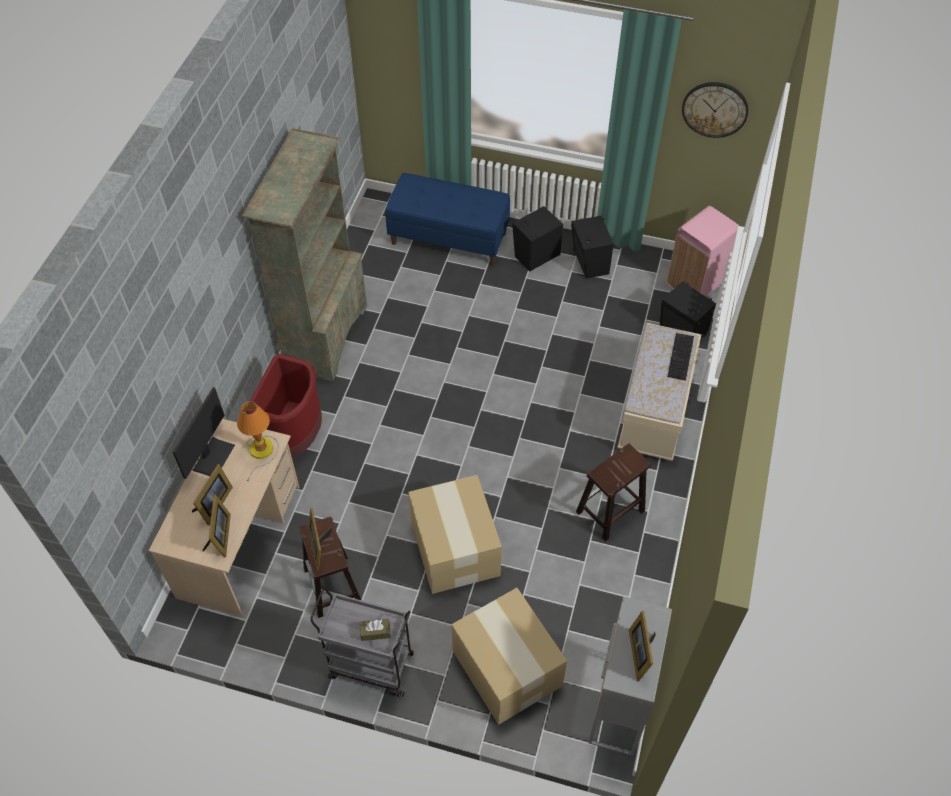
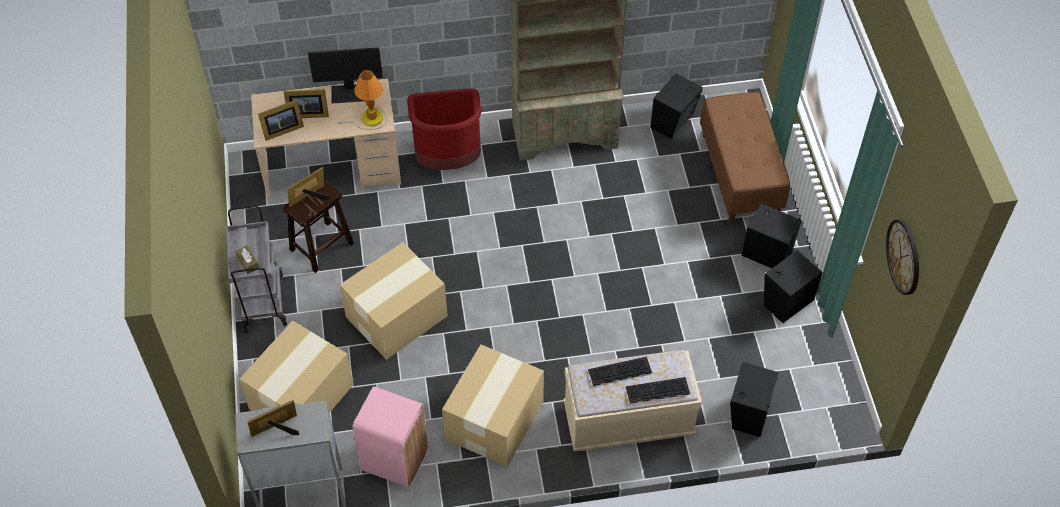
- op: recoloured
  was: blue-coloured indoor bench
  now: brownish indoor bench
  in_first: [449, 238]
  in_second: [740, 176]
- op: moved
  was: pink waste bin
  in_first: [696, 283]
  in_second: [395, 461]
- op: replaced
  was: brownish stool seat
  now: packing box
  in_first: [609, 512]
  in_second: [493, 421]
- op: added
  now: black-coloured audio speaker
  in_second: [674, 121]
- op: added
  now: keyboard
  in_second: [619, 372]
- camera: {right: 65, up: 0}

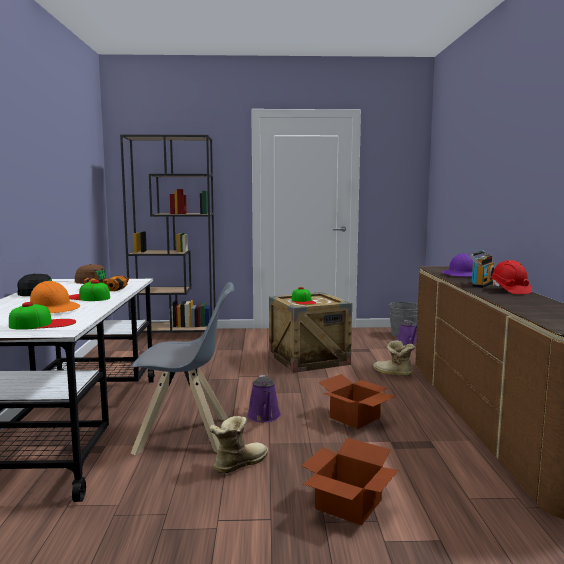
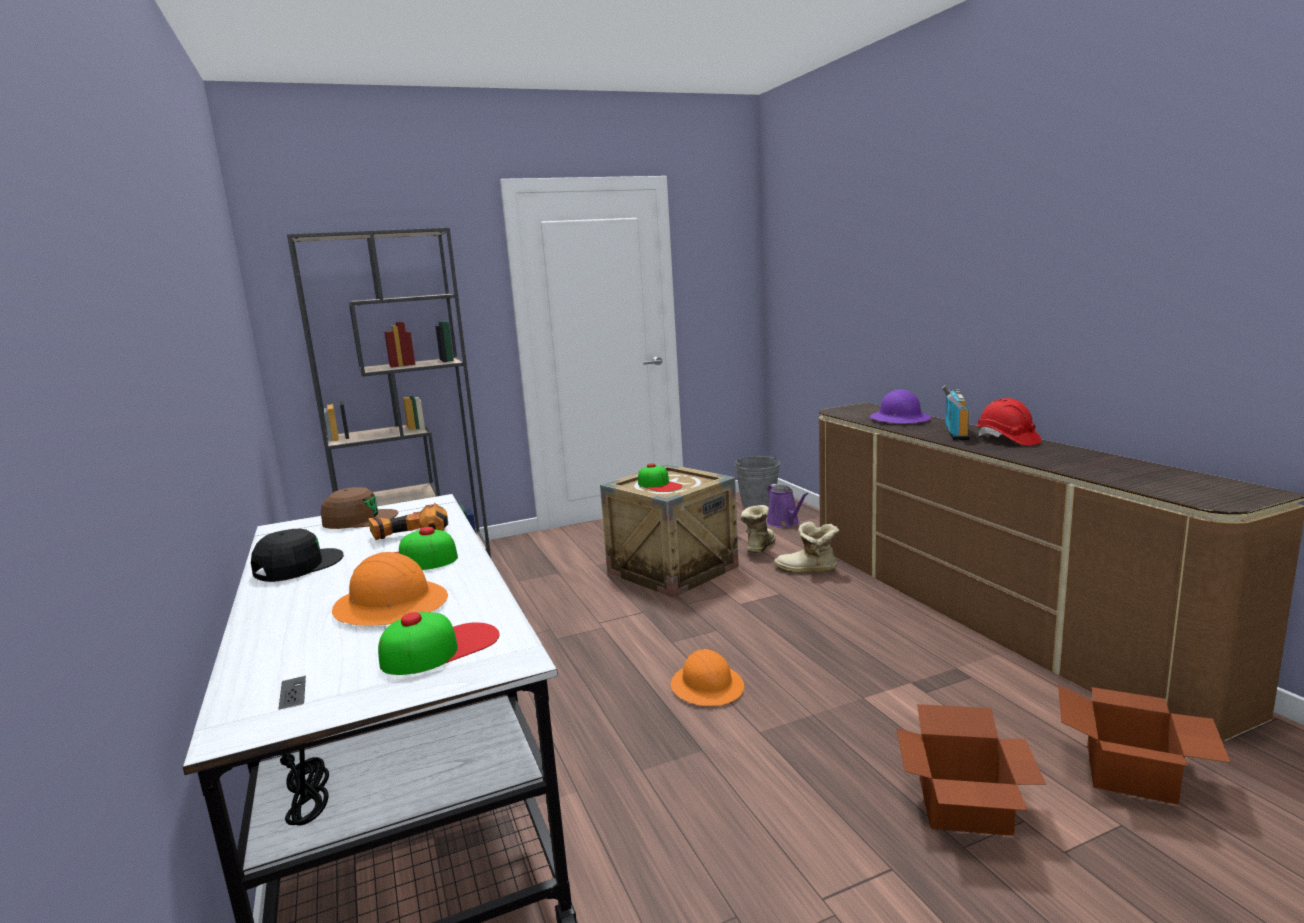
- op: removed
  was: grey plain chair
  in_first: [186, 435]
- op: moved
  was: packing box
  in_first: [355, 418]
  in_second: [1133, 774]
- op: replaced
  was: purple-coloured sprinkling can
  now: orange-coloured work helmet
  in_first: [264, 417]
  in_second: [707, 687]
- op: moved
  was: boot
  in_first: [238, 464]
  in_second: [758, 547]
- camera: {right: -20, up: 5}

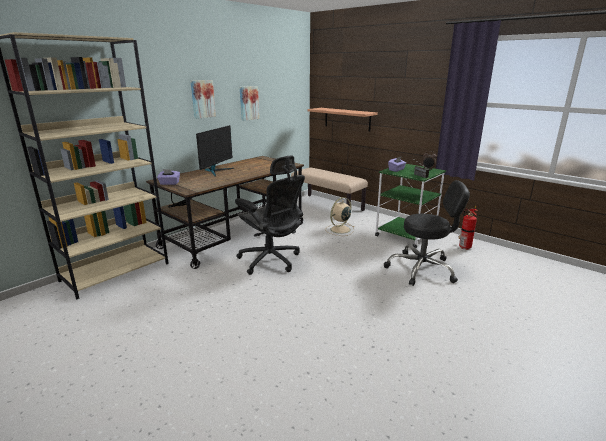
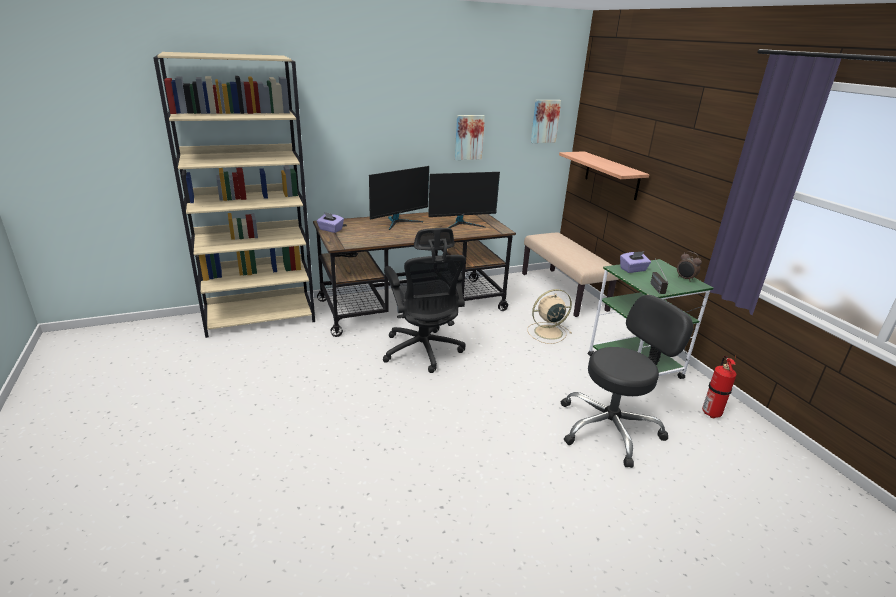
- op: moved
  was: wall art
  in_first: [202, 99]
  in_second: [544, 121]
- op: turned
  was: black-coloured office chair
  in_first: [424, 269]
  in_second: [612, 427]
  clockwise: -60
- op: added
  now: computer display
  in_second: [461, 224]
- camera: {right: 25, up: 5}

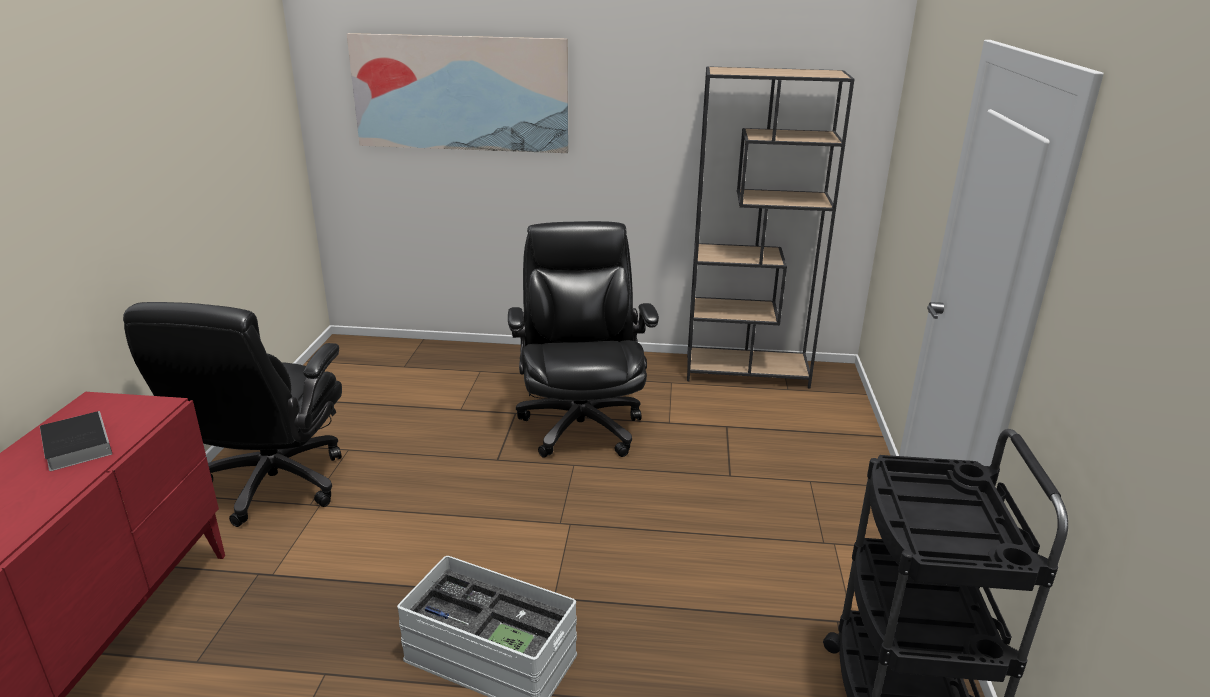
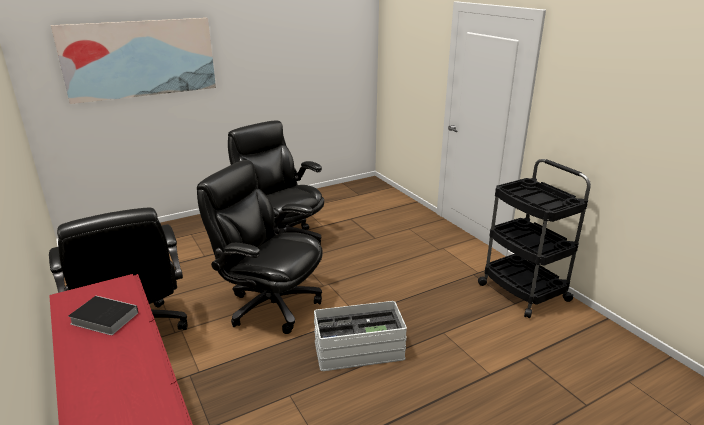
- op: removed
  was: bookcase
  in_first: [747, 371]
- op: added
  now: black-coloured office chair
  in_second: [270, 305]
- camera: {right: -35, up: 0}

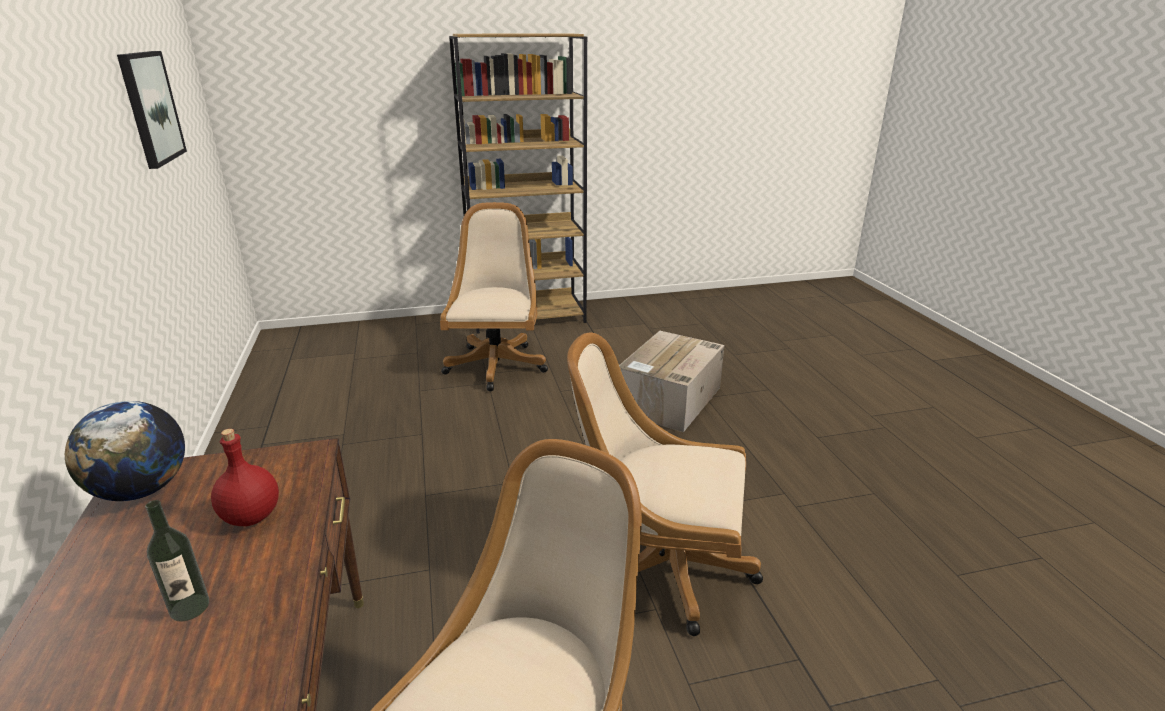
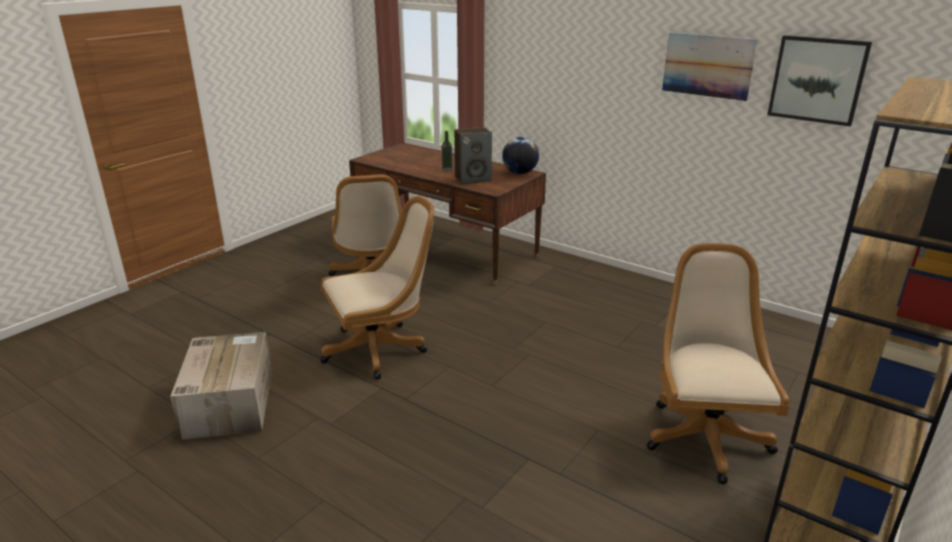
- op: turned
  was: office chair
  in_first: [496, 362]
  in_second: [703, 432]
  clockwise: -135
- op: moved
  was: packing box
  in_first: [669, 400]
  in_second: [229, 402]
- op: replaced
  was: red-coloured drink bottle
  now: audio speaker
  in_first: [250, 517]
  in_second: [473, 179]
- op: added
  now: wall art
  in_second: [707, 66]
- camera: {right: 140, up: 0}

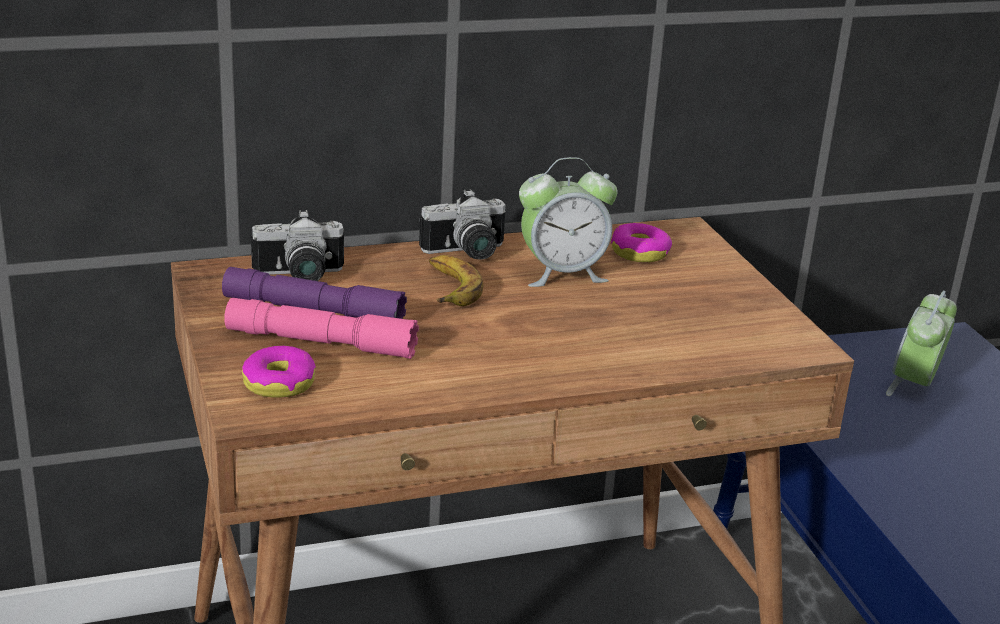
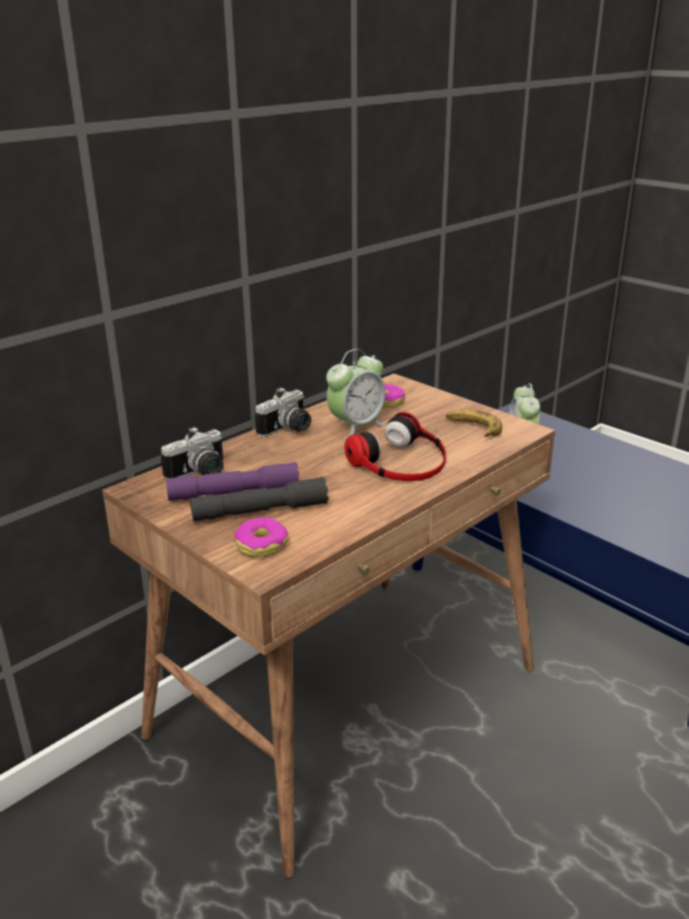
- op: moved
  was: banana
  in_first: [450, 288]
  in_second: [473, 428]
- op: recoloured
  was: pink torch
  now: grey torch
  in_first: [321, 343]
  in_second: [260, 511]
- op: added
  now: headset
  in_second: [401, 461]
- camera: {right: -25, up: 0}

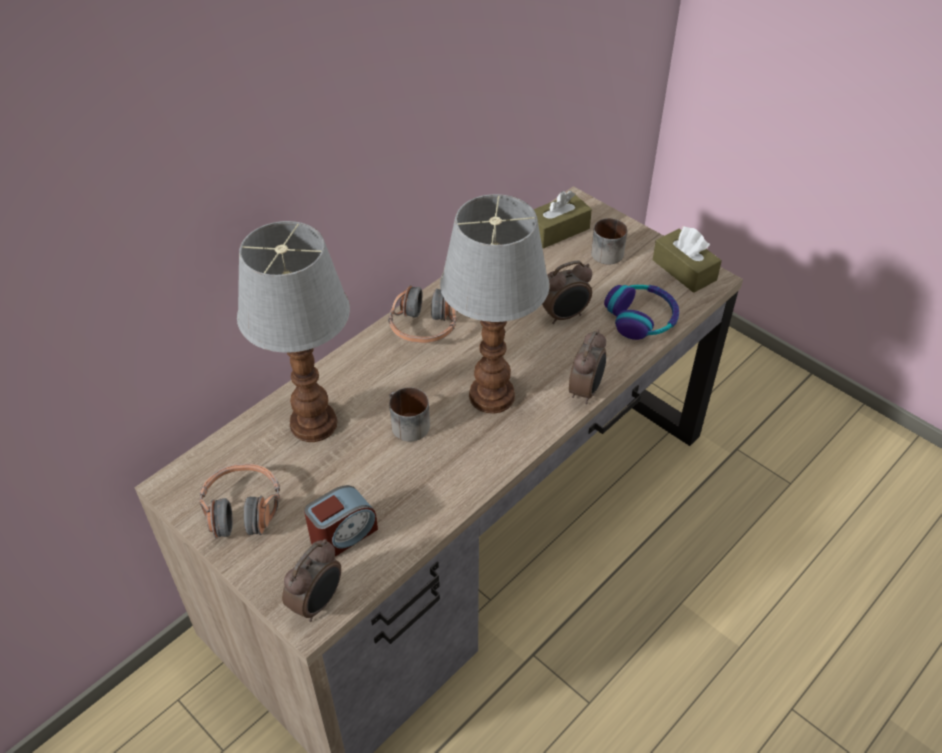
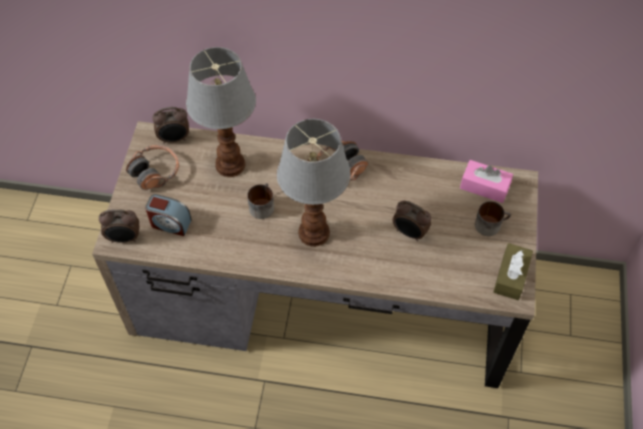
- op: recoloured
  was: brownish tissue holder
  now: pink tissue holder
  in_first: [557, 230]
  in_second: [484, 186]
- op: removed
  was: headset
  in_first: [641, 318]
- op: moved
  was: alarm clock
  in_first: [586, 390]
  in_second: [174, 139]
- camera: {right: 55, up: 10}

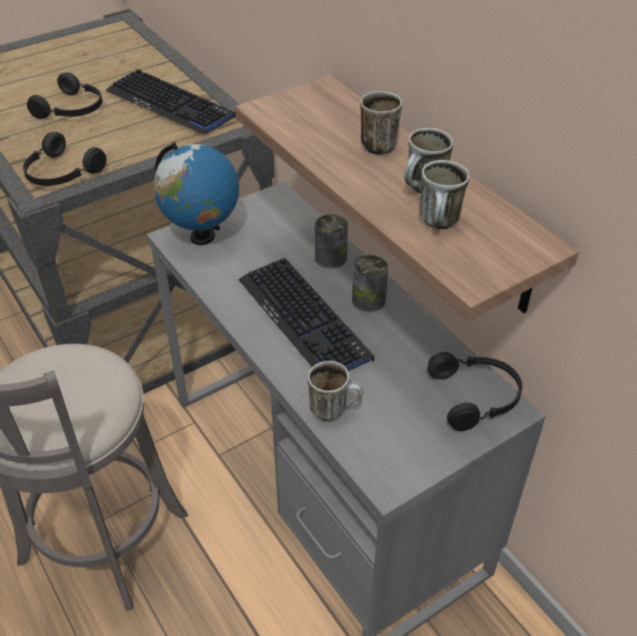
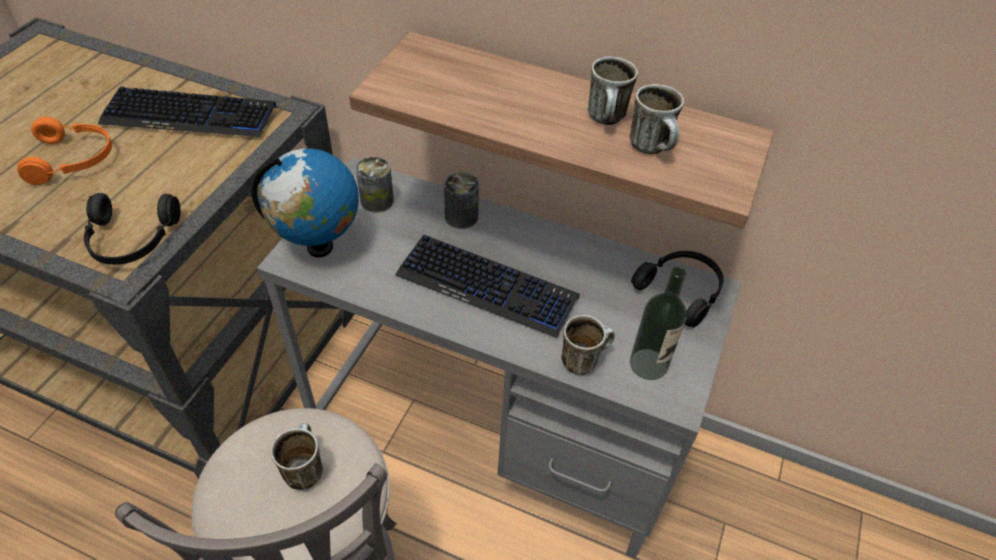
- op: recoloured
  was: black-coloured headset
  now: orange-coloured headset
  in_first: [73, 109]
  in_second: [74, 159]
- op: moved
  was: mug
  in_first: [380, 143]
  in_second: [303, 468]
- op: moved
  was: sealed can
  in_first: [368, 300]
  in_second: [377, 201]
- op: added
  now: drink bottle
  in_second: [648, 364]
- camera: {right: -35, up: 5}

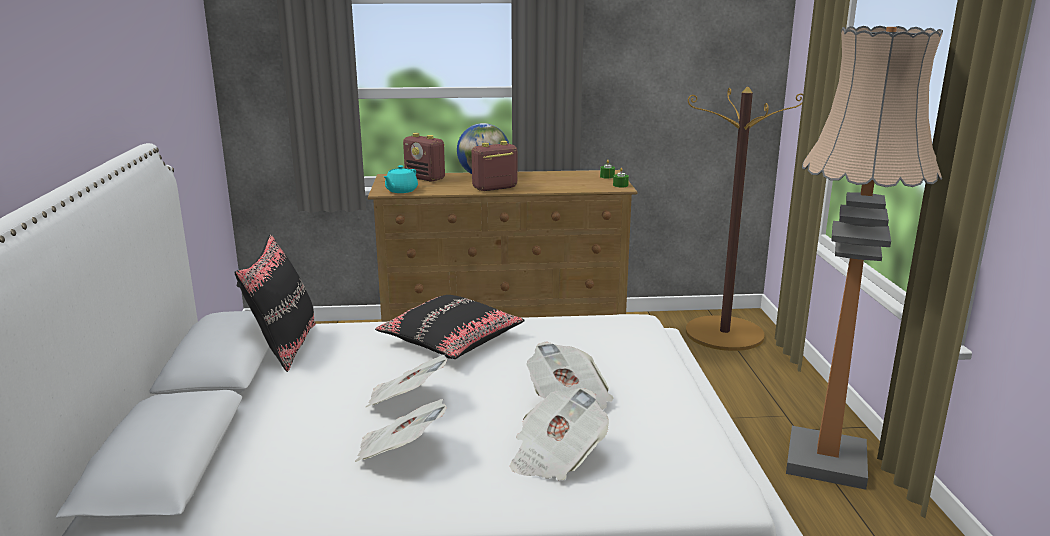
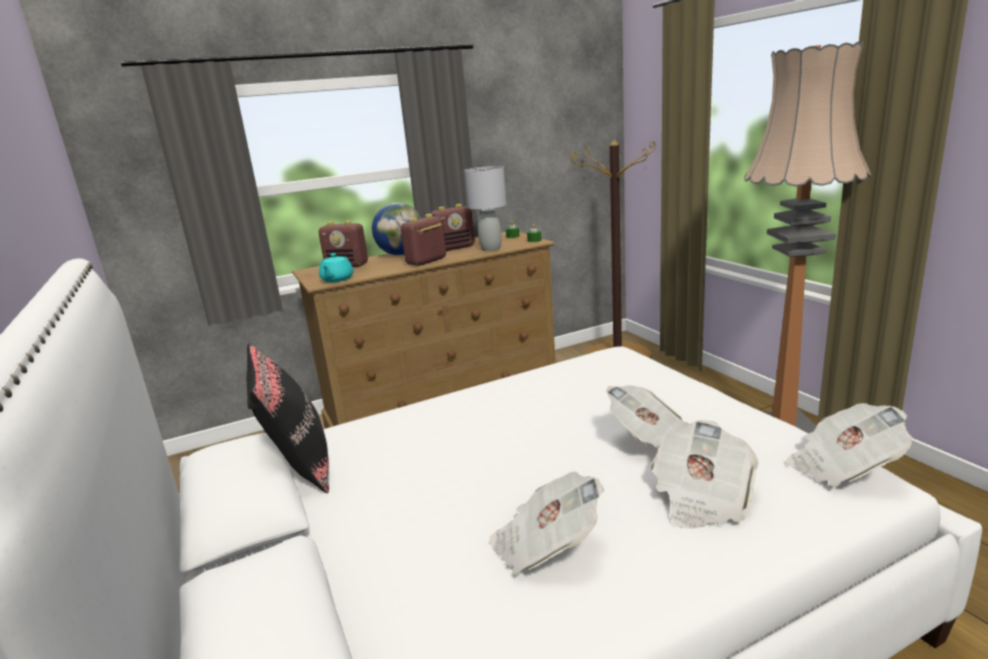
- op: removed
  was: black-coloured cushion
  in_first: [451, 340]
- op: moved
  was: daily paper
  in_first: [406, 401]
  in_second: [843, 466]
- op: added
  now: grey tabletop lamp
  in_second: [491, 249]
- op: added
  now: radio receiver
  in_second: [455, 247]
- camera: {right: -20, up: 0}

